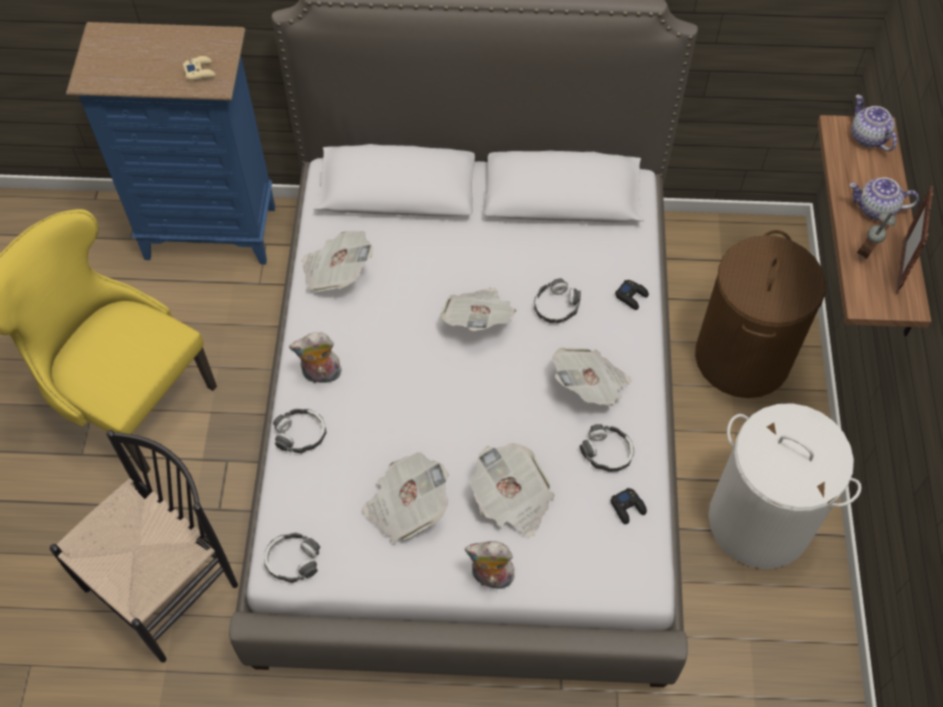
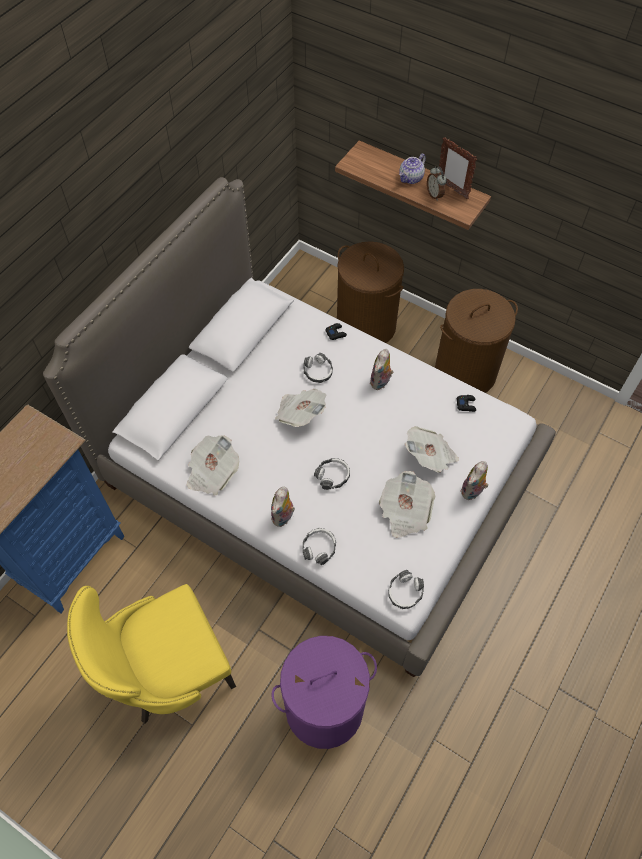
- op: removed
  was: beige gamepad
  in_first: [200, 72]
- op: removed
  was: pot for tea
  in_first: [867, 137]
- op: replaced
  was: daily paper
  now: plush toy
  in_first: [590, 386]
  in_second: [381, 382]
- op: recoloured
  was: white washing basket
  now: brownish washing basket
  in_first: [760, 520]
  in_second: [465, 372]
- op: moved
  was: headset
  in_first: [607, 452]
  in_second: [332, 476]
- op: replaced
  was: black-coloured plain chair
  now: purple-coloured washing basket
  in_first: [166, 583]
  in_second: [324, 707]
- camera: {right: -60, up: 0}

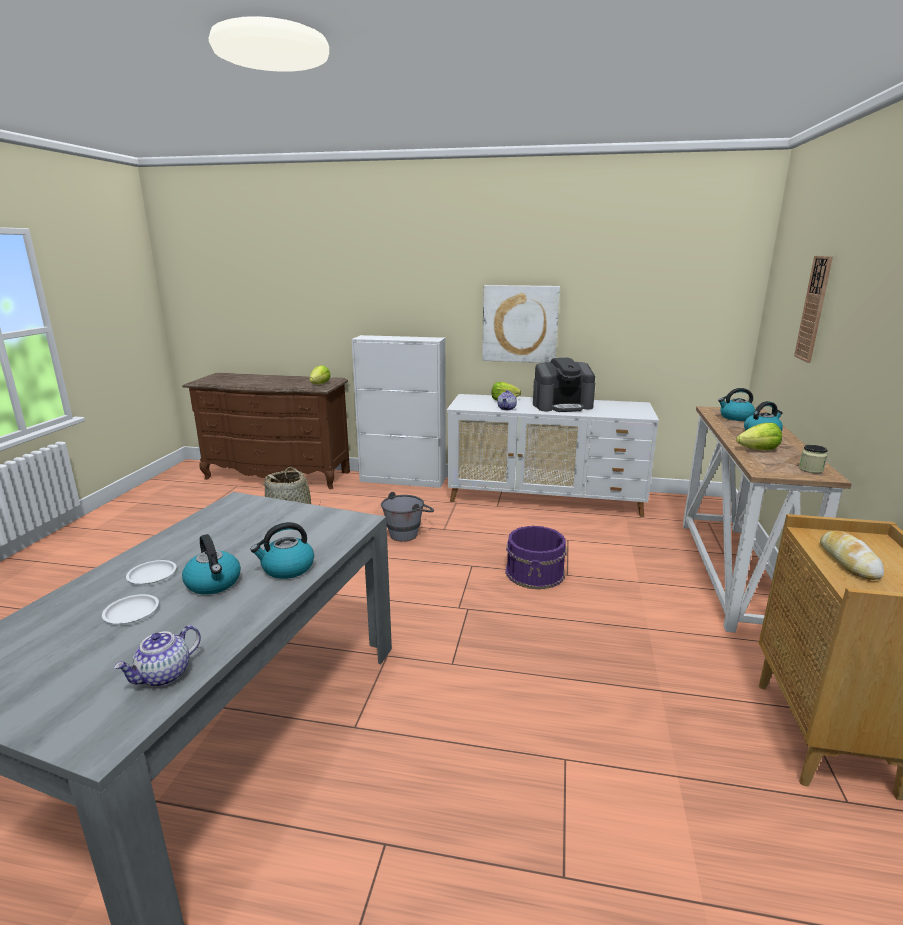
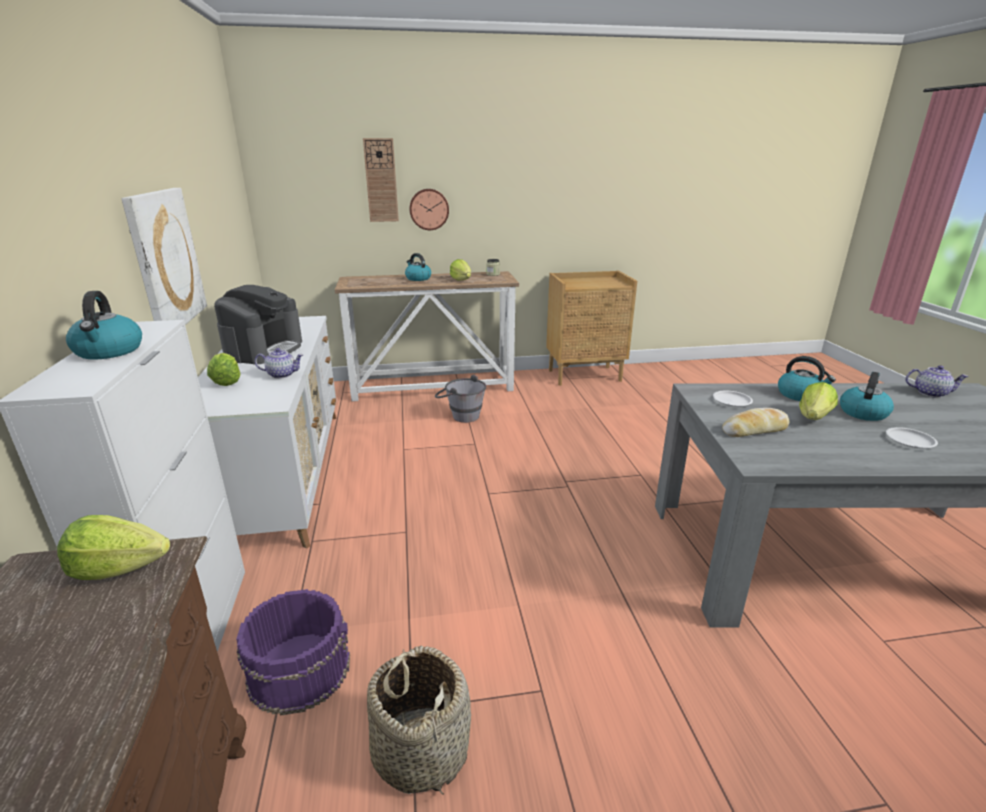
- op: turned
  was: coffee maker
  in_first: [562, 405]
  in_second: [264, 350]
  clockwise: 45
- op: moved
  was: tea kettle
  in_first: [735, 417]
  in_second: [109, 351]
- op: moved
  was: grey pail
  in_first: [408, 533]
  in_second: [460, 415]
- op: moved
  was: purple-coloured pail
  in_first: [535, 573]
  in_second: [300, 669]
- op: moved
  was: bakery bread
  in_first: [848, 561]
  in_second: [754, 430]
- op: moved
  was: white dinner plate
  in_first: [131, 612]
  in_second: [732, 401]
- op: added
  now: clock on the wall
  in_second: [429, 209]
- op: added
  now: lettuce
  in_second: [813, 417]
- camera: {right: -110, up: 5}

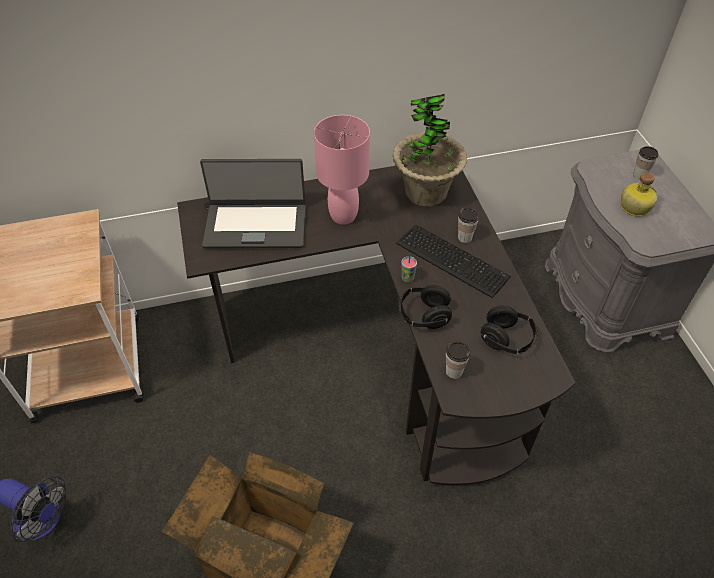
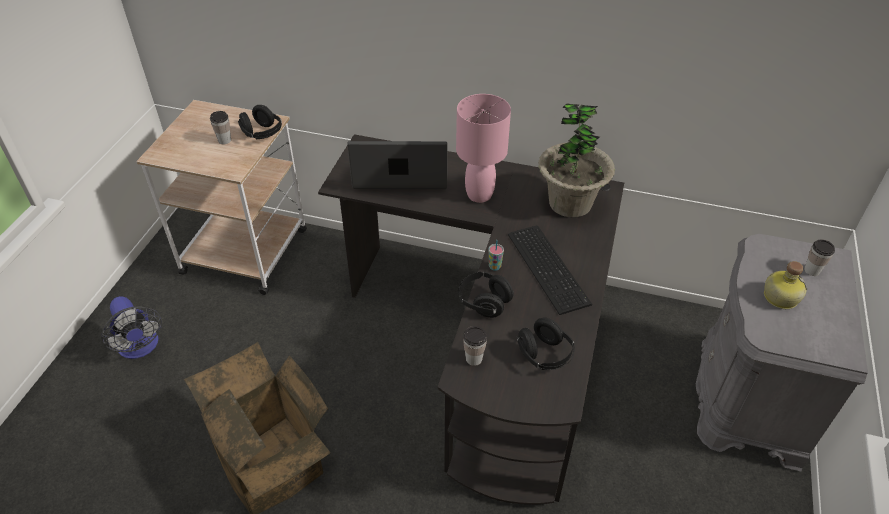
- op: turned
  was: portable computer
  in_first: [255, 225]
  in_second: [400, 174]
  clockwise: 150
- op: moved
  was: drinking cup
  in_first: [464, 237]
  in_second: [224, 140]
- op: added
  now: black-coloured headset
  in_second: [262, 134]
- camera: {right: 30, up: -5}

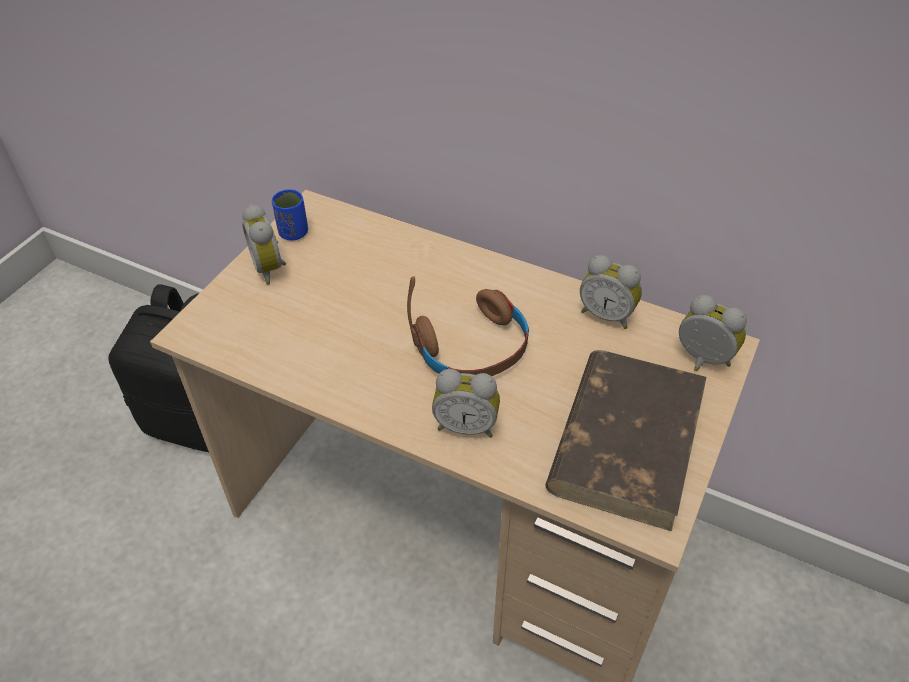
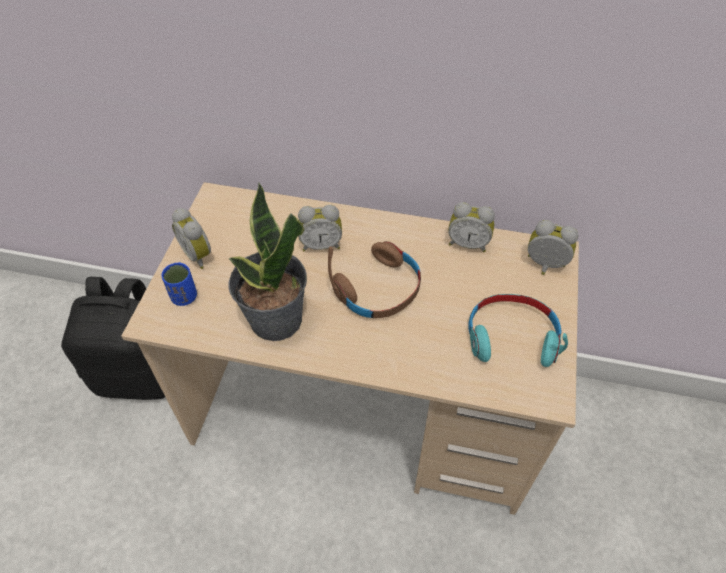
- op: moved
  was: blue-coloured drinking cup
  in_first: [293, 233]
  in_second: [184, 297]
- op: replaced
  was: brownish bound book
  now: turquoise headset
  in_first: [627, 439]
  in_second: [511, 337]
- op: moved
  was: alarm clock
  in_first: [466, 425]
  in_second: [321, 244]
- op: added
  now: houseplant
  in_second: [275, 320]
- camera: {right: -15, up: 5}

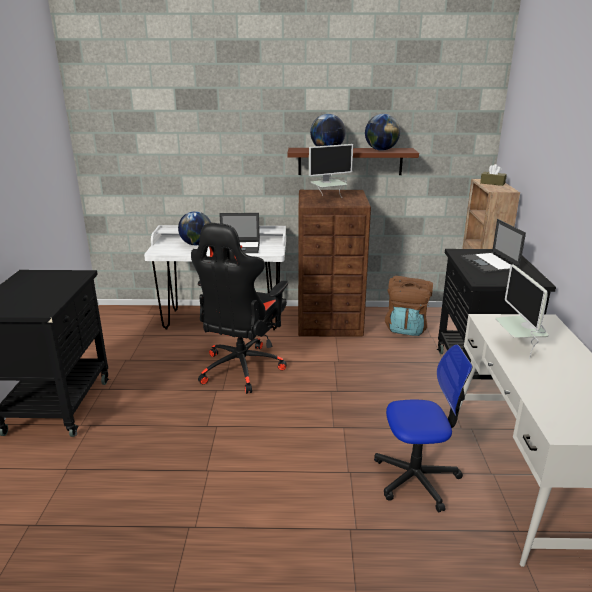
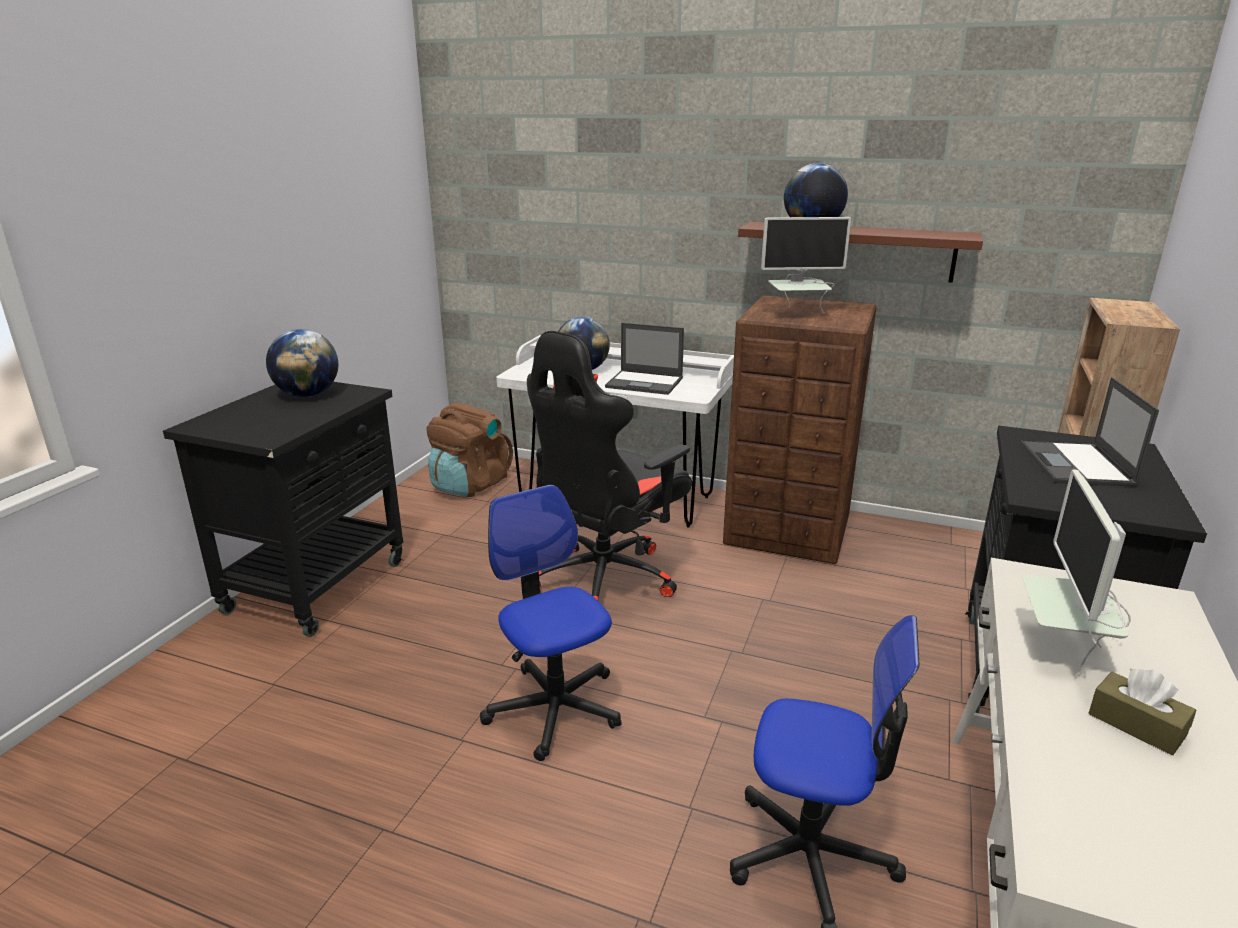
- op: moved
  was: globe
  in_first: [381, 150]
  in_second: [307, 395]
- op: moved
  was: brownish tissue holder
  in_first: [492, 183]
  in_second: [1136, 725]
- op: moved
  was: brownish knapsack
  in_first: [406, 328]
  in_second: [469, 485]
- op: added
  now: office chair
  in_second: [554, 708]
- camera: {right: 20, up: 0}

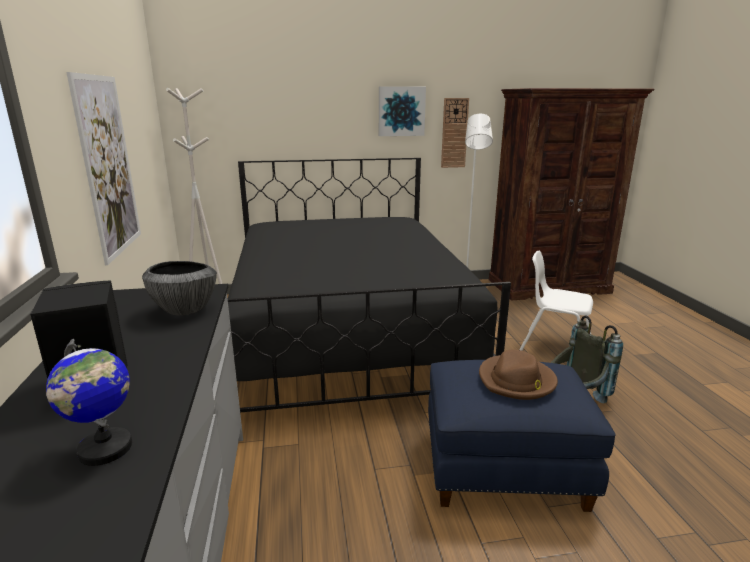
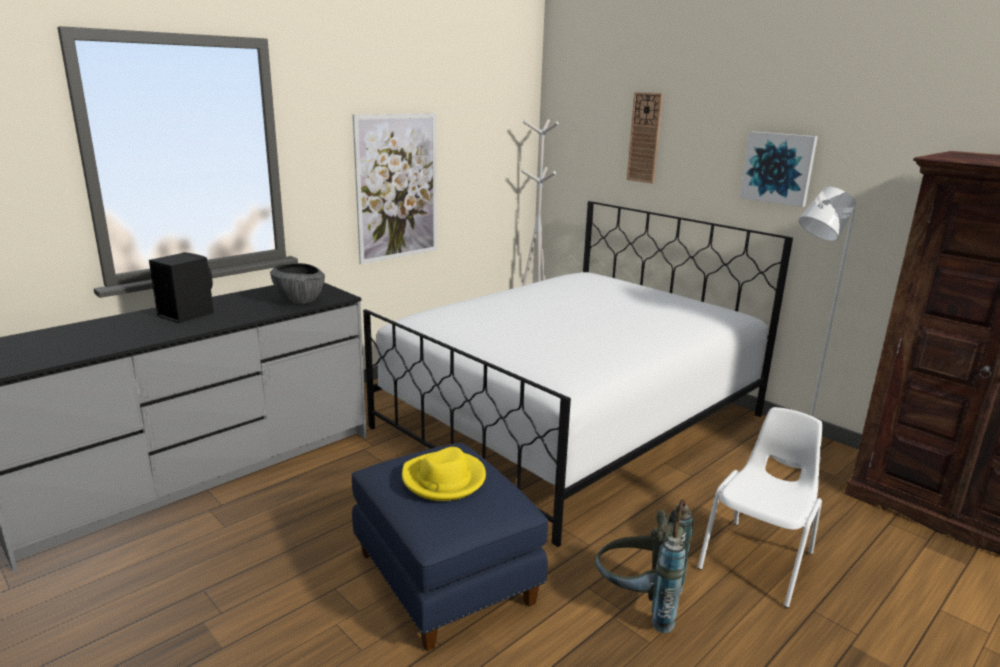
- op: moved
  was: clock on the wall
  in_first: [454, 133]
  in_second: [645, 138]
- op: recoloured
  was: black-coloured bed
  now: white bed
  in_first: [347, 336]
  in_second: [572, 421]
- op: turned
  was: white plain chair
  in_first: [554, 346]
  in_second: [758, 561]
  clockwise: 45
- op: removed
  was: globe
  in_first: [105, 449]
- op: recoloured
  was: brownish clothing hat
  now: yellowish clothing hat
  in_first: [517, 381]
  in_second: [443, 480]
- camera: {right: 55, up: 0}

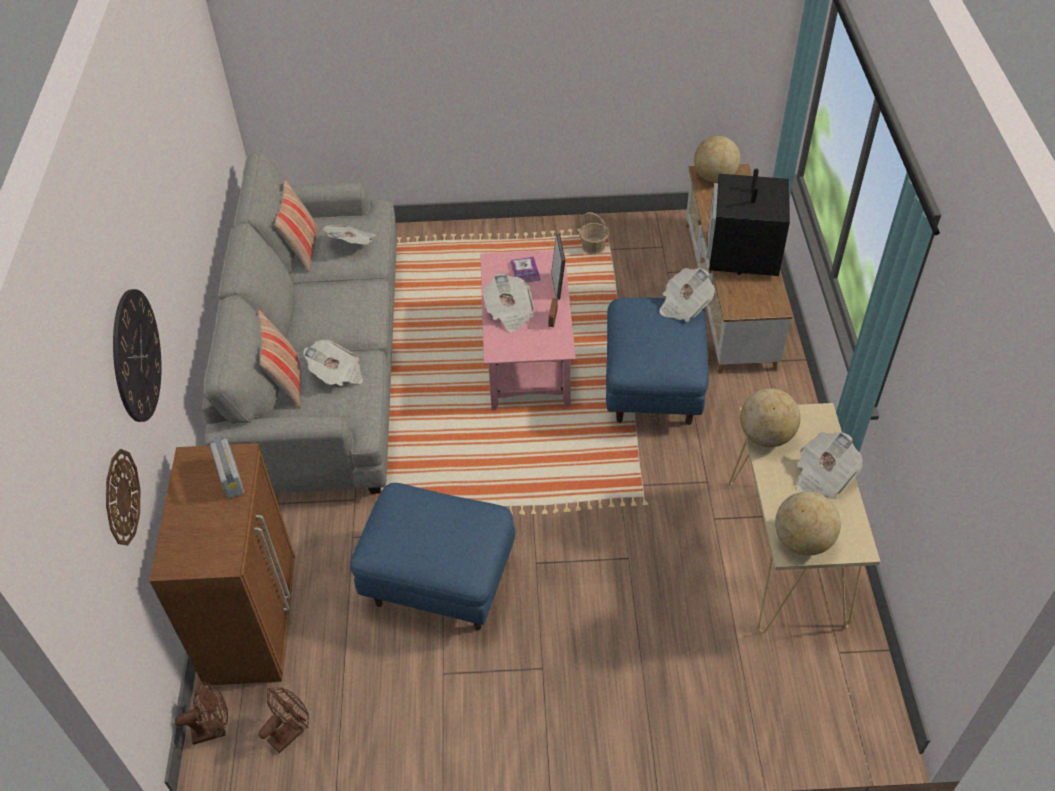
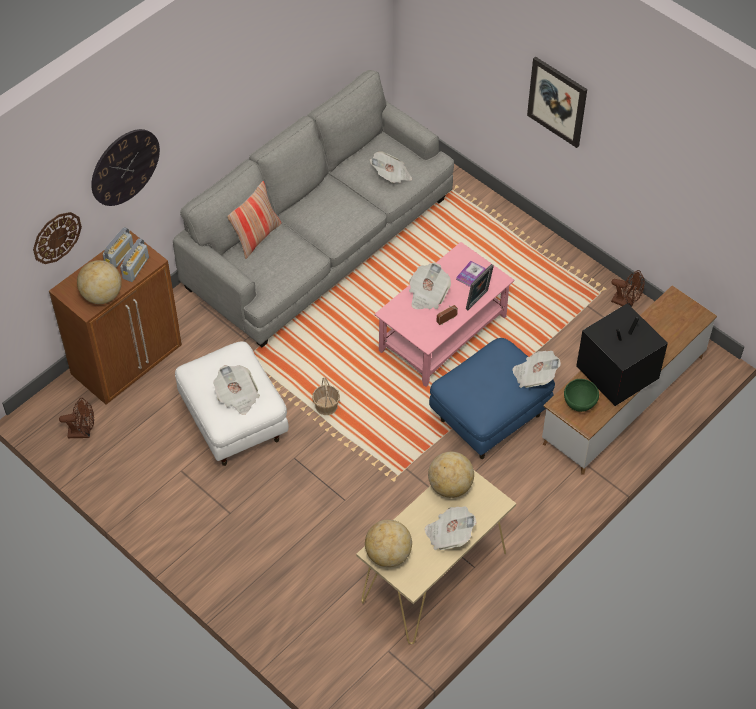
- op: moved
  was: globe
  in_first: [714, 177]
  in_second: [102, 295]
- op: removed
  was: cushion
  in_first: [303, 249]
- op: moved
  was: storage basket
  in_first: [593, 247]
  in_second: [326, 406]
- op: moved
  was: daily paper
  in_first: [337, 374]
  in_second: [237, 396]
- op: recoloured
  was: blue-coloured ottoman
  now: white ottoman
  in_first: [438, 582]
  in_second: [233, 422]
- op: moved
  was: brownish electric fan
  in_first: [214, 729]
  in_second: [626, 303]
- op: added
  now: wall art
  in_second: [557, 101]
- op: added
  now: radio receiver
  in_second: [119, 256]
- op: added
  now: green deep dish
  in_second: [579, 404]
- camera: {right: 45, up: 5}

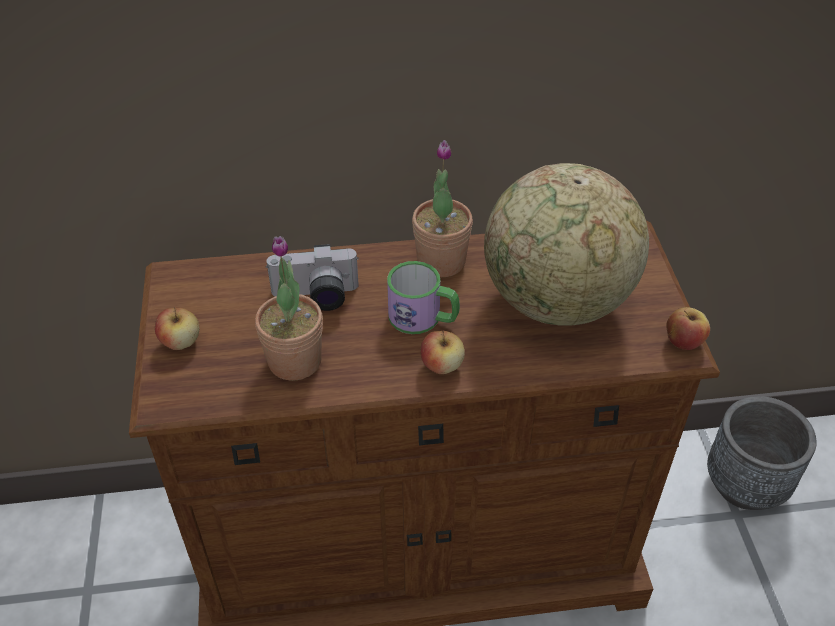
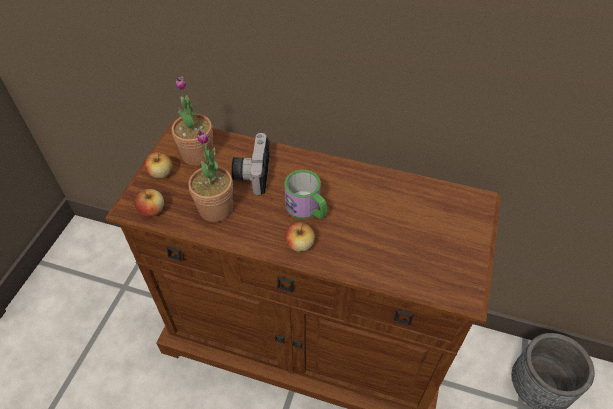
- op: moved
  was: houseplant
  in_first: [441, 261]
  in_second: [197, 155]
- op: removed
  was: globe
  in_first: [556, 302]
- op: turned
  was: photo camera
  in_first: [316, 297]
  in_second: [251, 173]
  clockwise: 75
- op: moved
  was: whole apple
  in_first: [683, 341]
  in_second: [152, 210]
- camera: {right: 25, up: 5}

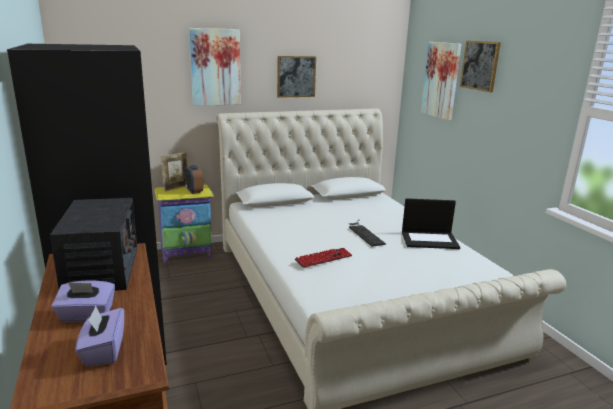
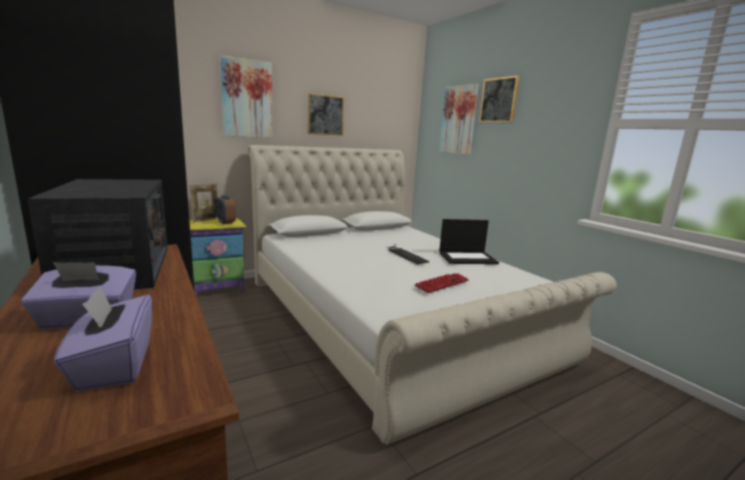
- op: moved
  was: keyboard
  in_first: [323, 258]
  in_second: [442, 284]
- camera: {right: -10, up: -5}

